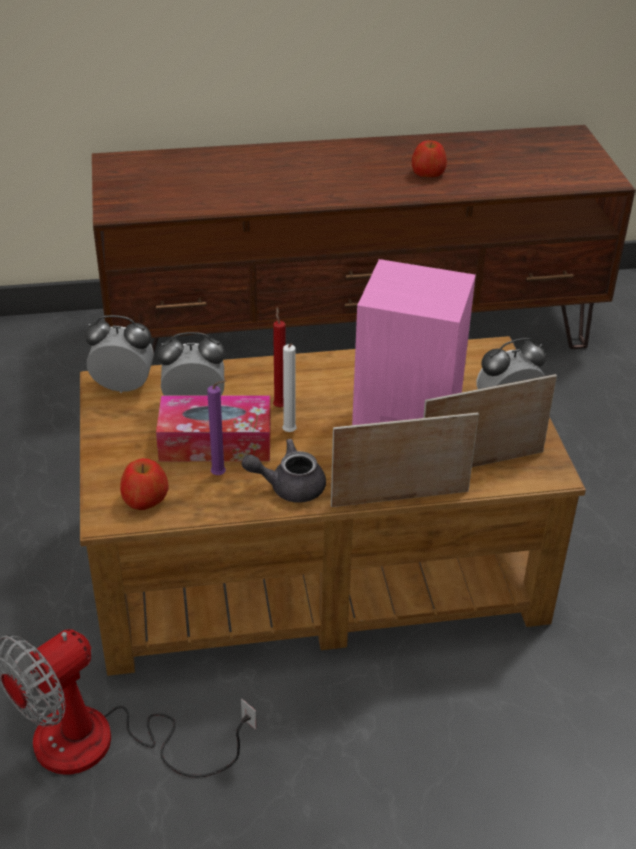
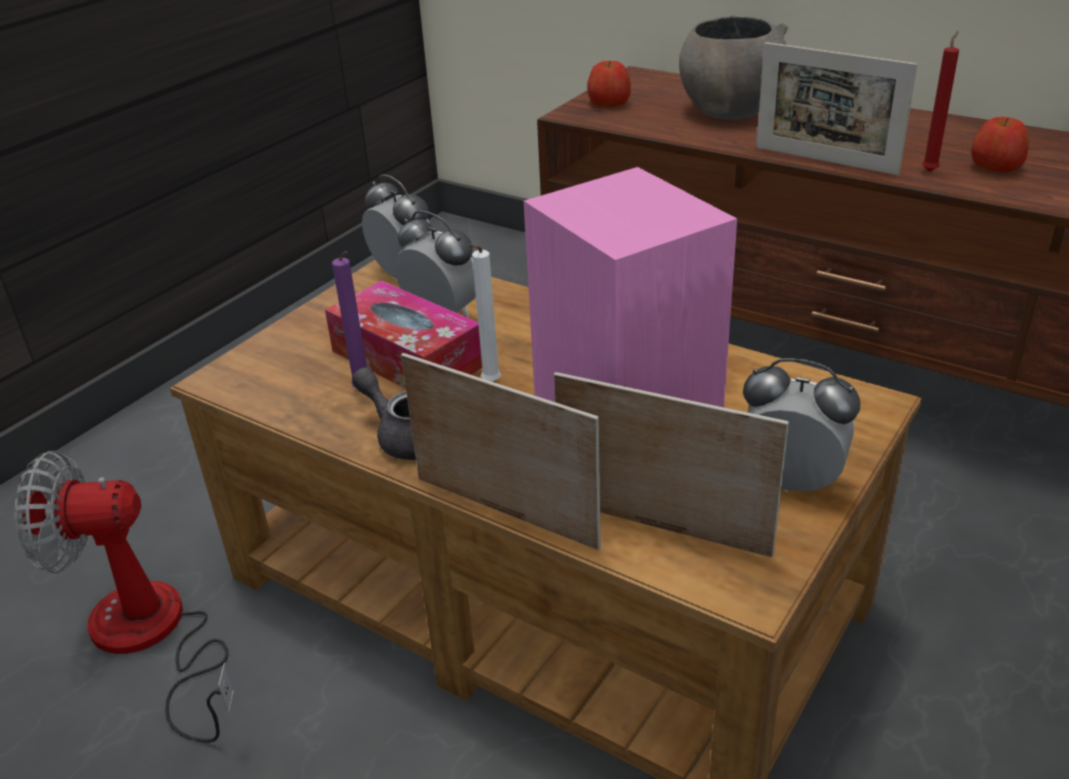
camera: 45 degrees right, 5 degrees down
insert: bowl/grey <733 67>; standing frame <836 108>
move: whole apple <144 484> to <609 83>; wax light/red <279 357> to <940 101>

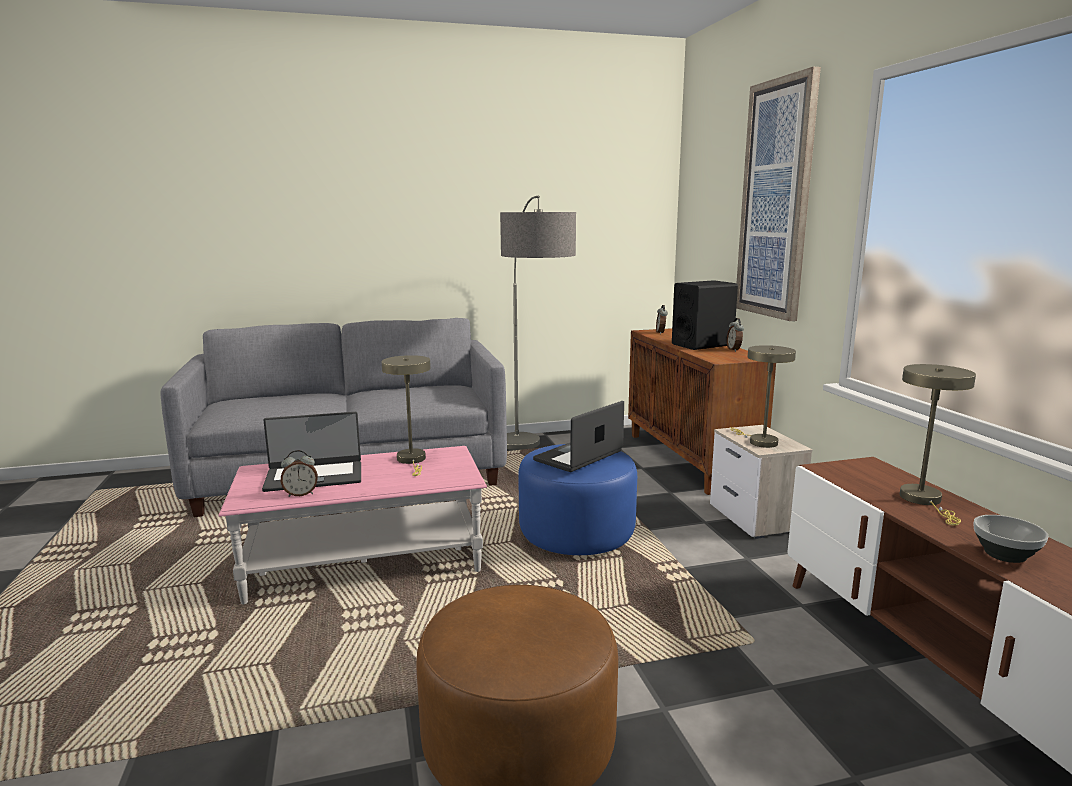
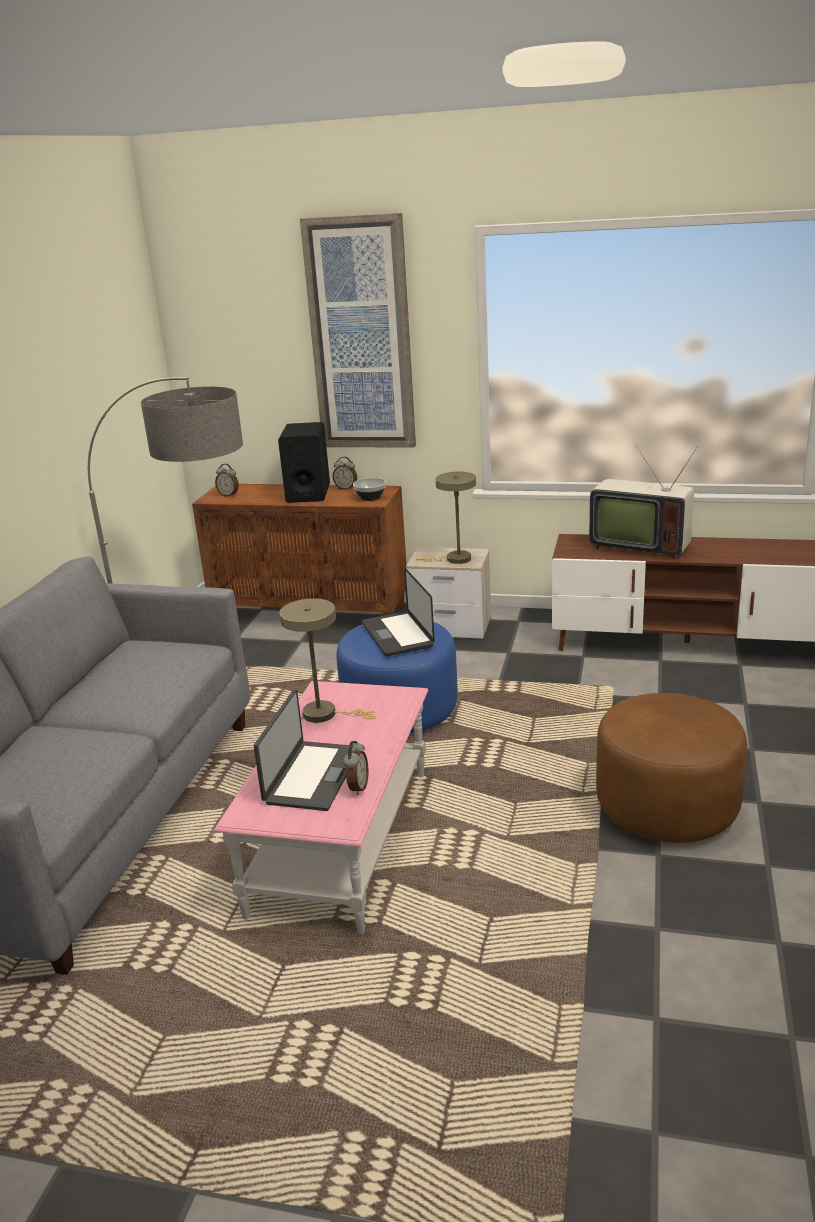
camera: 60 degrees left, 10 degrees up
move: bowl <1010 539> to <369 489>
replace: lamp for a table/beige-coloured <938 445> to TV set <643 502>

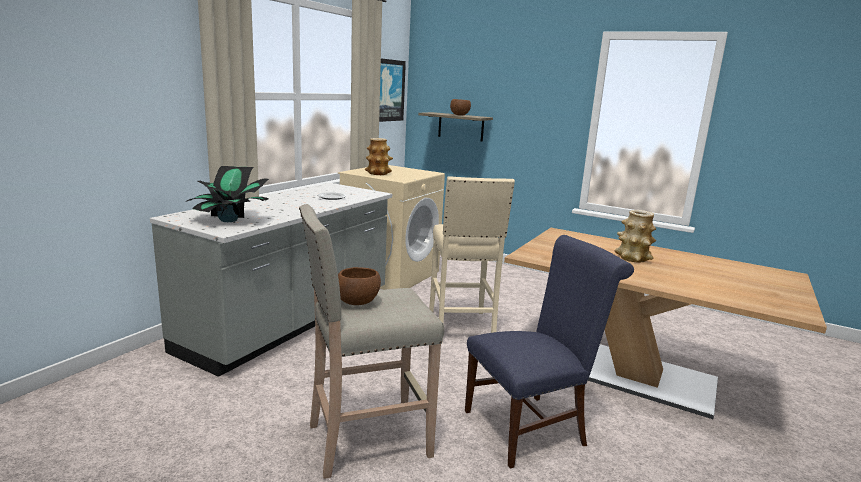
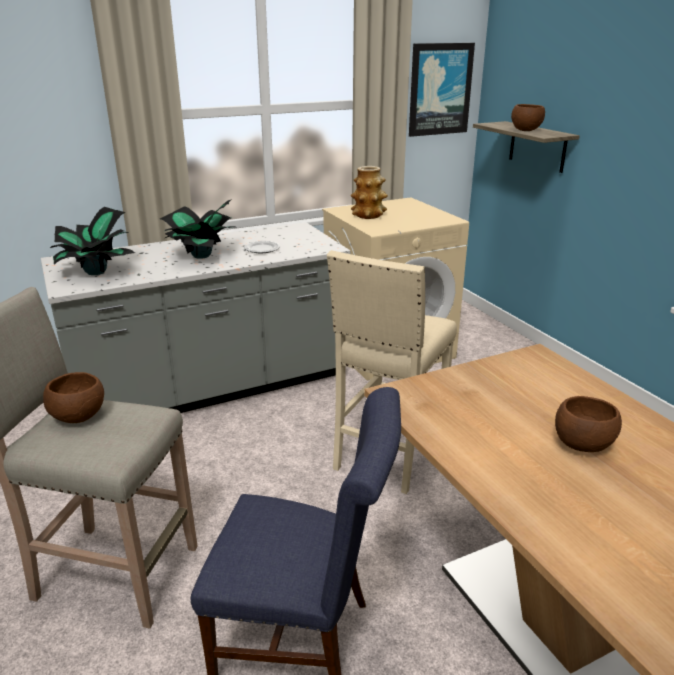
camera: 35 degrees right, 10 degrees up
insert: plant in a pot <199 229>
replace: vase <635 236> to bowl/brown-coloured <588 424>

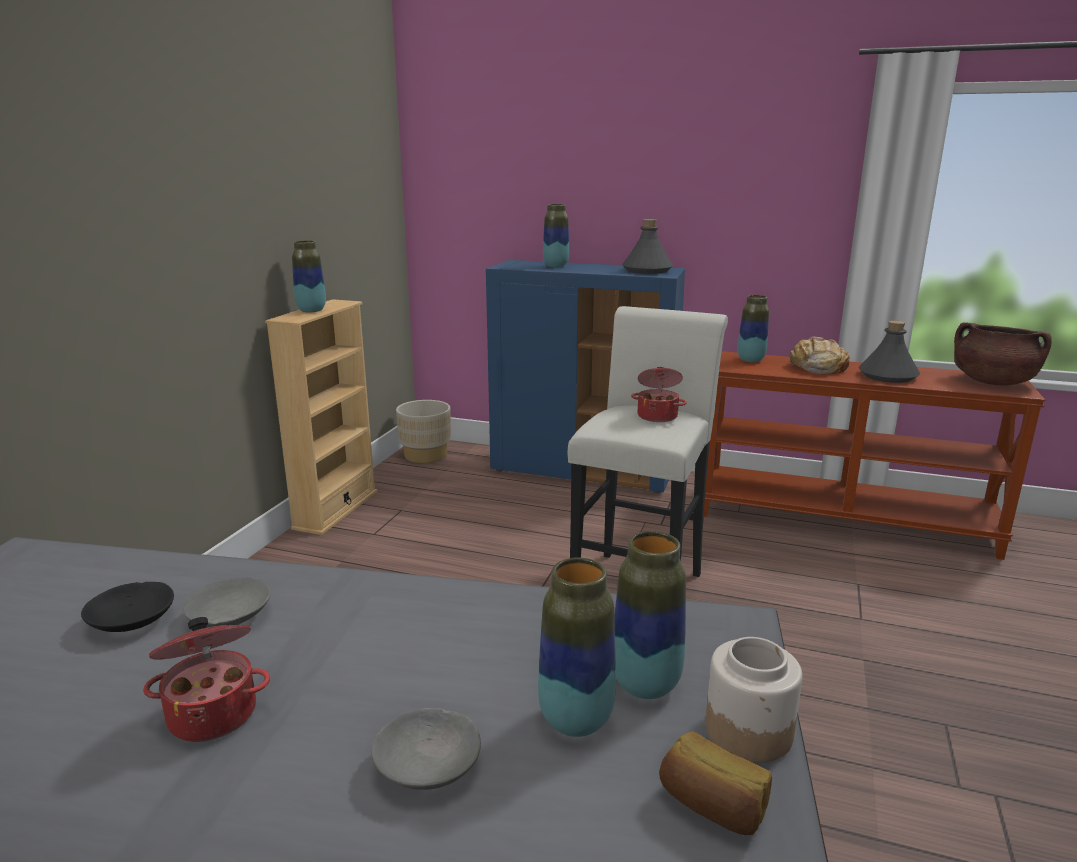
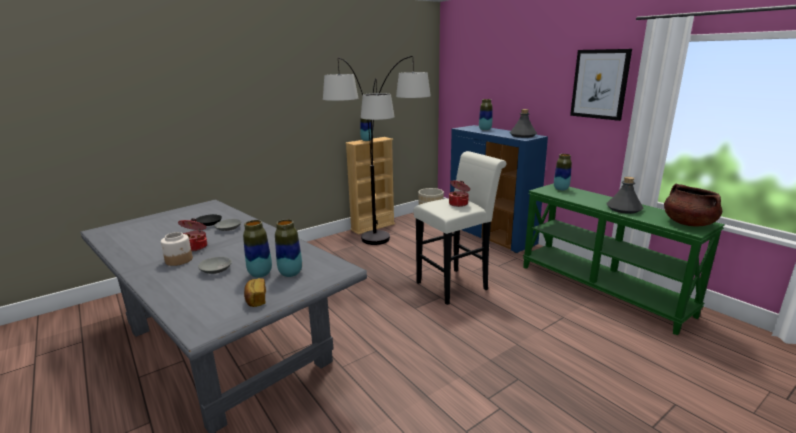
camera: 35 degrees right, 0 degrees up
delete: bakery bread <819 356>
insert: standing lamp <377 150>; wall art <601 85>
move: storage jar <754 699> to <177 249>
recolor: narrow table/brown-coloured <875 455> to narrow table/green-coloured <624 259>

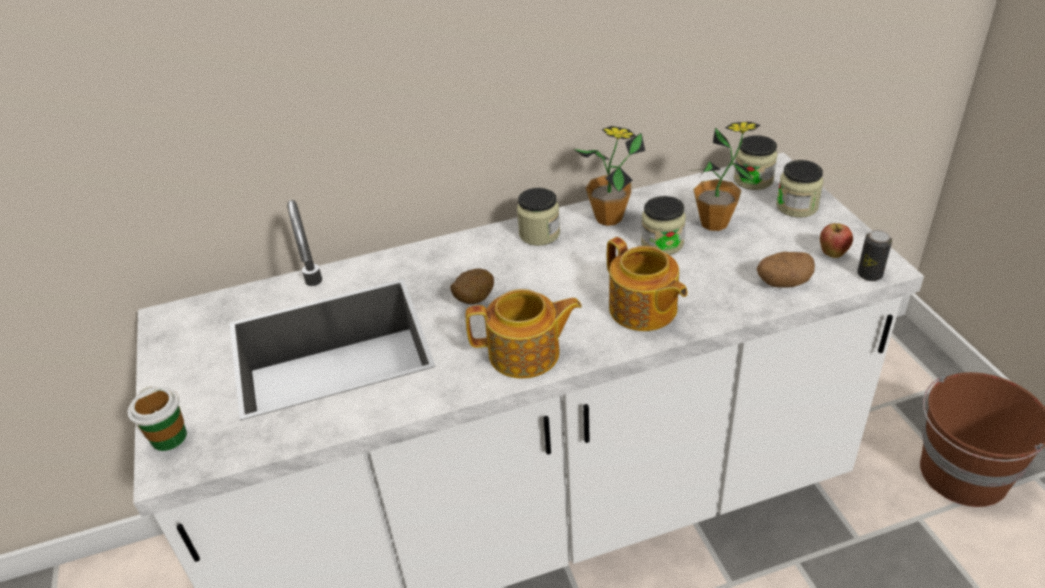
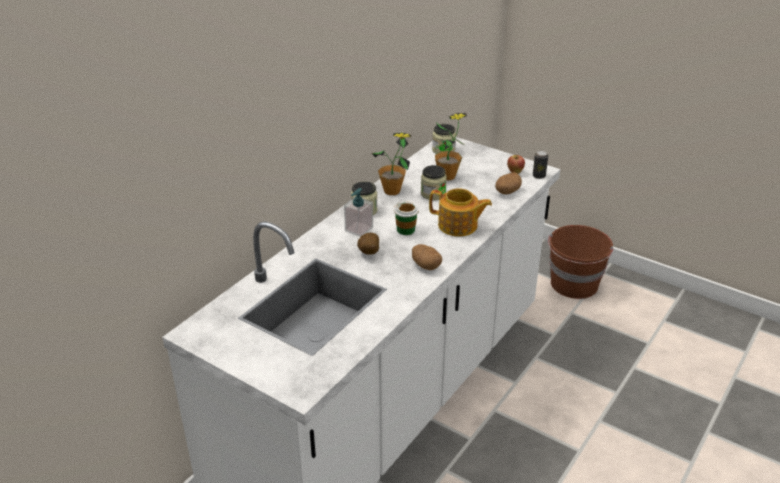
camera: 40 degrees left, 5 degrees down
delete: storage jar <800 189>
insert: soap bottle <358 212>
move: cup <157 418> to <406 218>
replace: teapot <523 334> to potato <427 257>

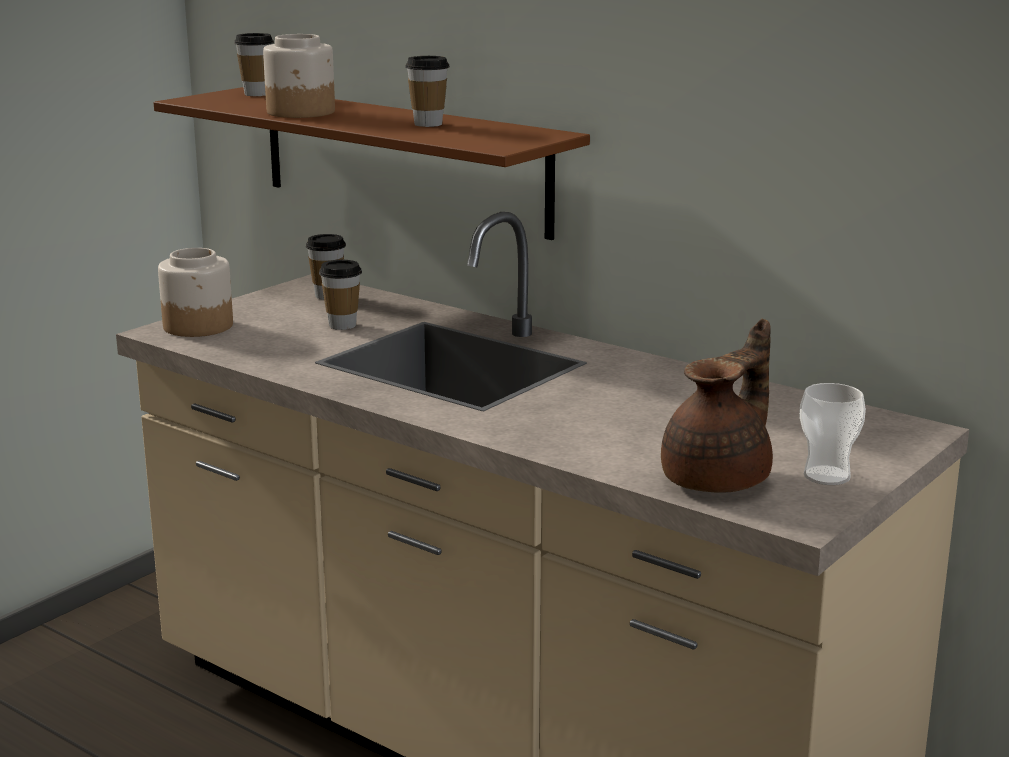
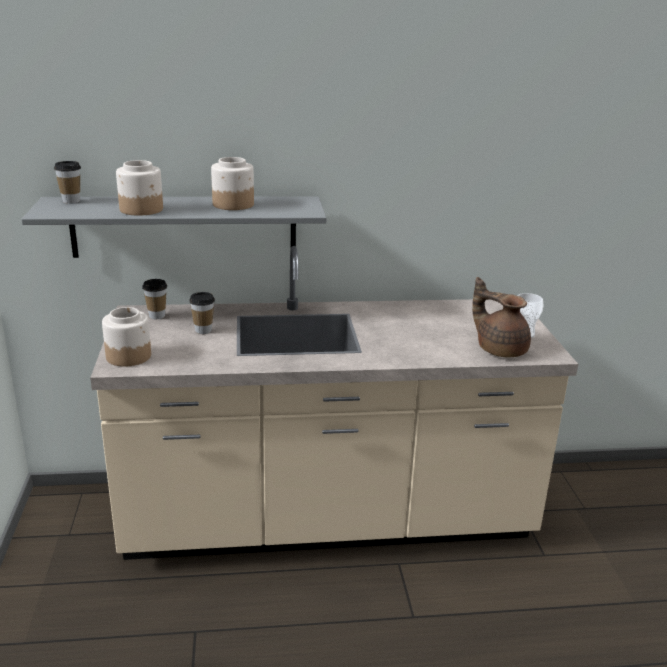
camera: 45 degrees left, 5 degrees up
replace: cup <427 91> to storage jar <232 183>
recolor: shelf/brown-coloured <372 163> to shelf/grey <174 227>
rotate: teapot/brown-coloured <717 406> = <501 317> 45 degrees counterclockwise

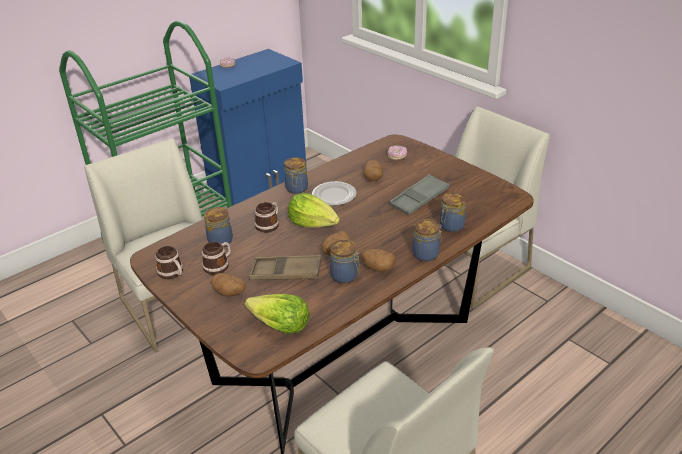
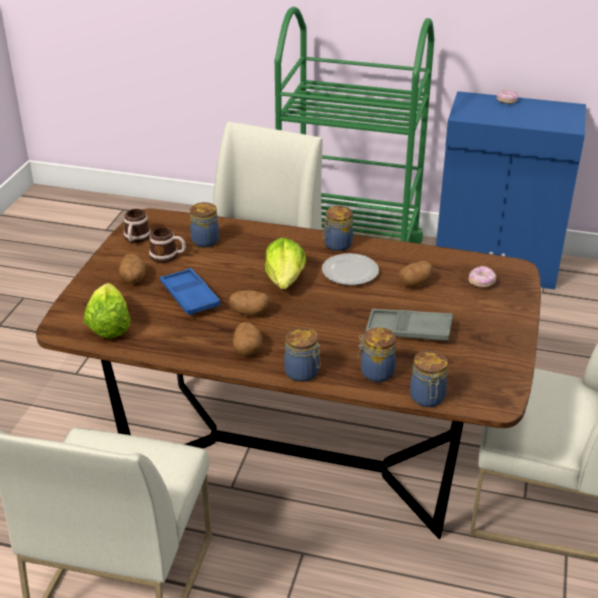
camera: 55 degrees right, 0 degrees up
delete: tea mug <267 217>
move: storage jar <345 262> to <429 378>
recolor: carrying tray/brown-coloured <285 267> to carrying tray/blue-coloured <190 291>

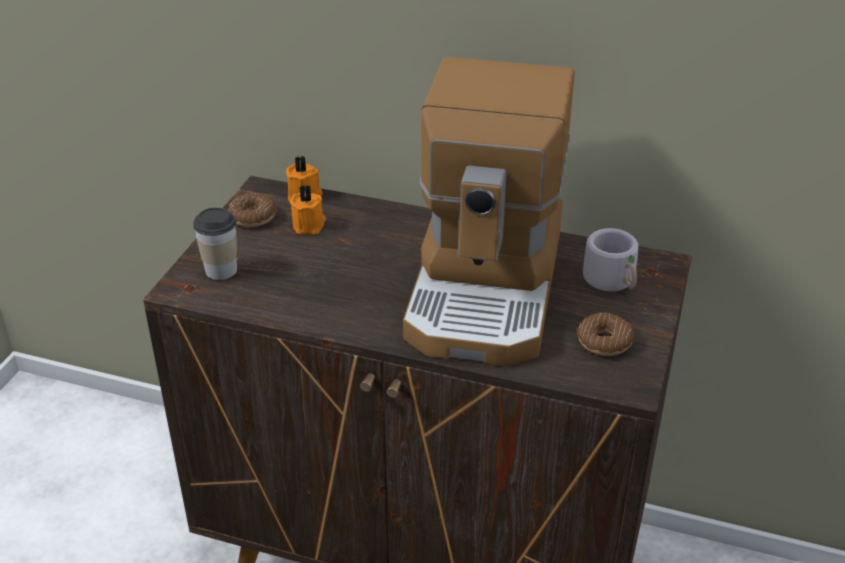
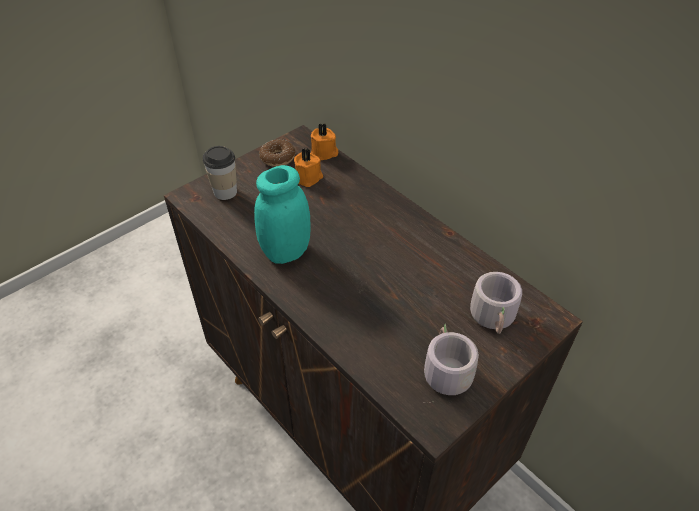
camera: 30 degrees right, 10 degrees up
delete: coffee machine <489 212>
insert: storage jar/blue-green <282 214>
replace: donut <605 334> to tea mug/grey <451 363>

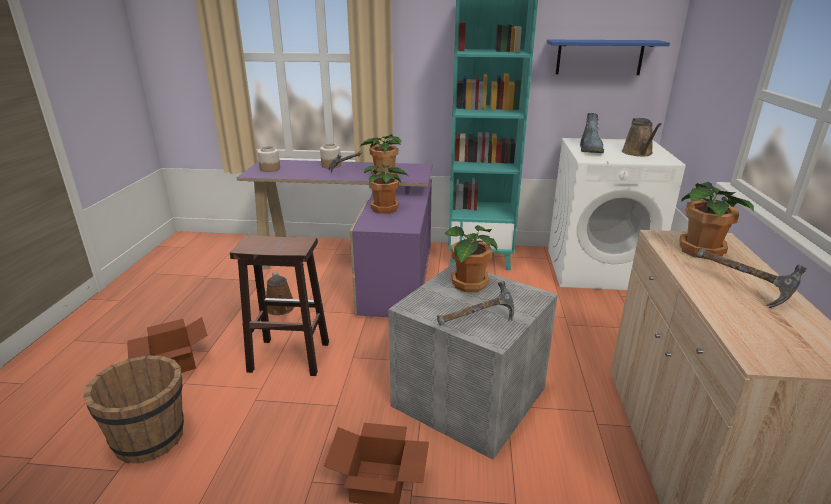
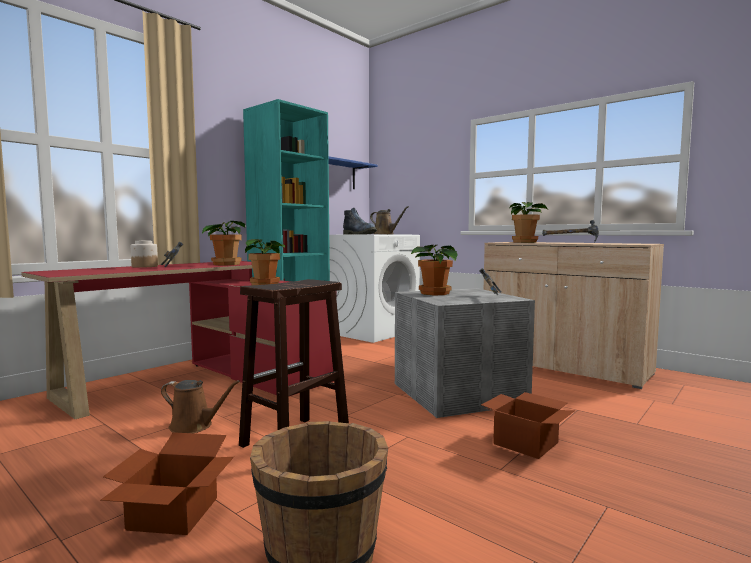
camera: 55 degrees left, 20 degrees down
delete: storage jar <268 159>
recolor: desk/purple-coloured <334 238> to desk/red <179 340>

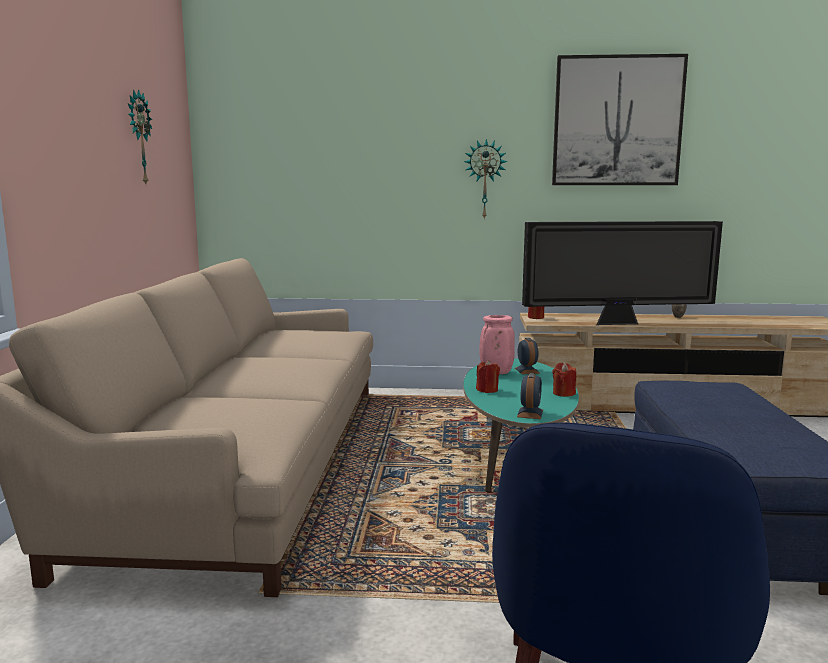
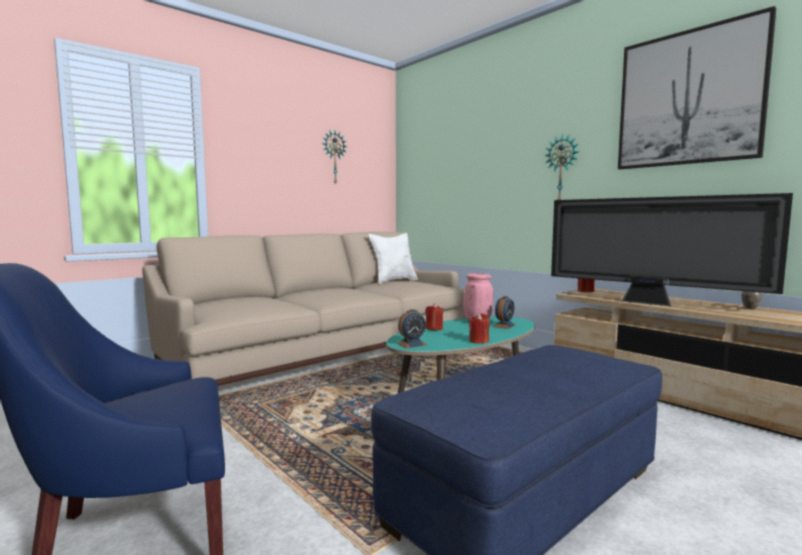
camera: 45 degrees right, 5 degrees down
insert: cushion/white-coloured <393 258>

